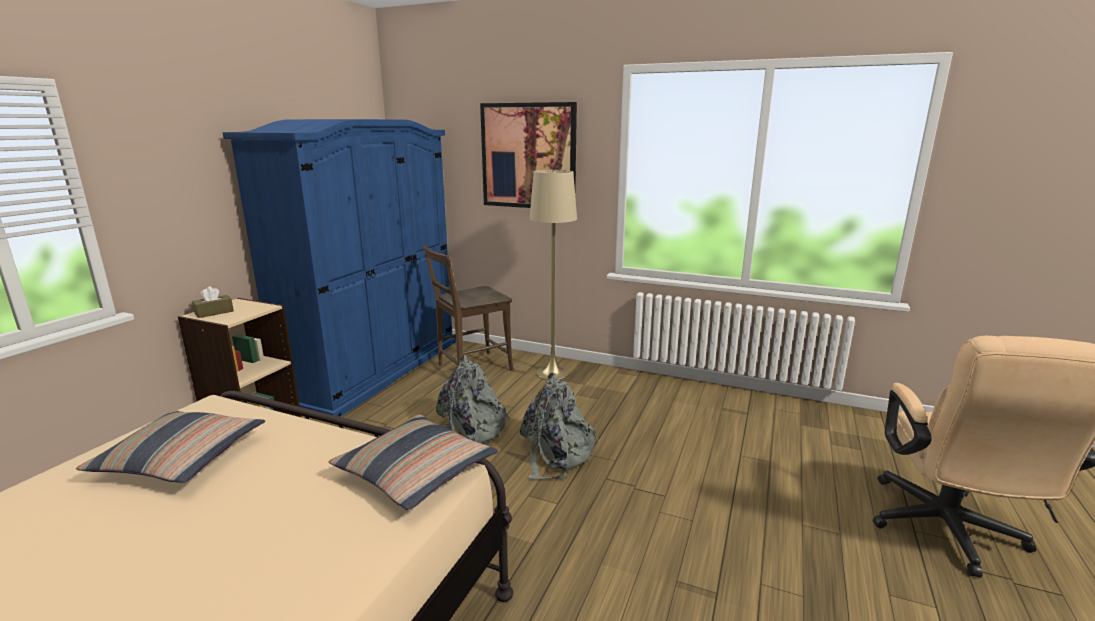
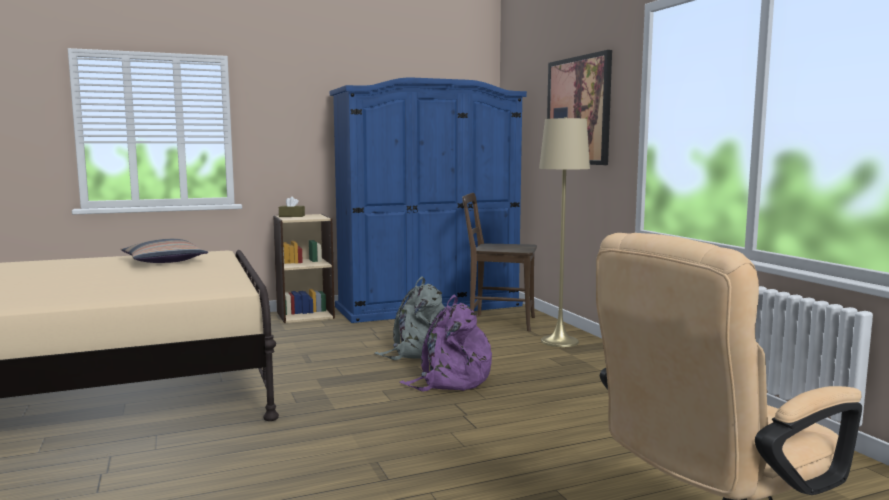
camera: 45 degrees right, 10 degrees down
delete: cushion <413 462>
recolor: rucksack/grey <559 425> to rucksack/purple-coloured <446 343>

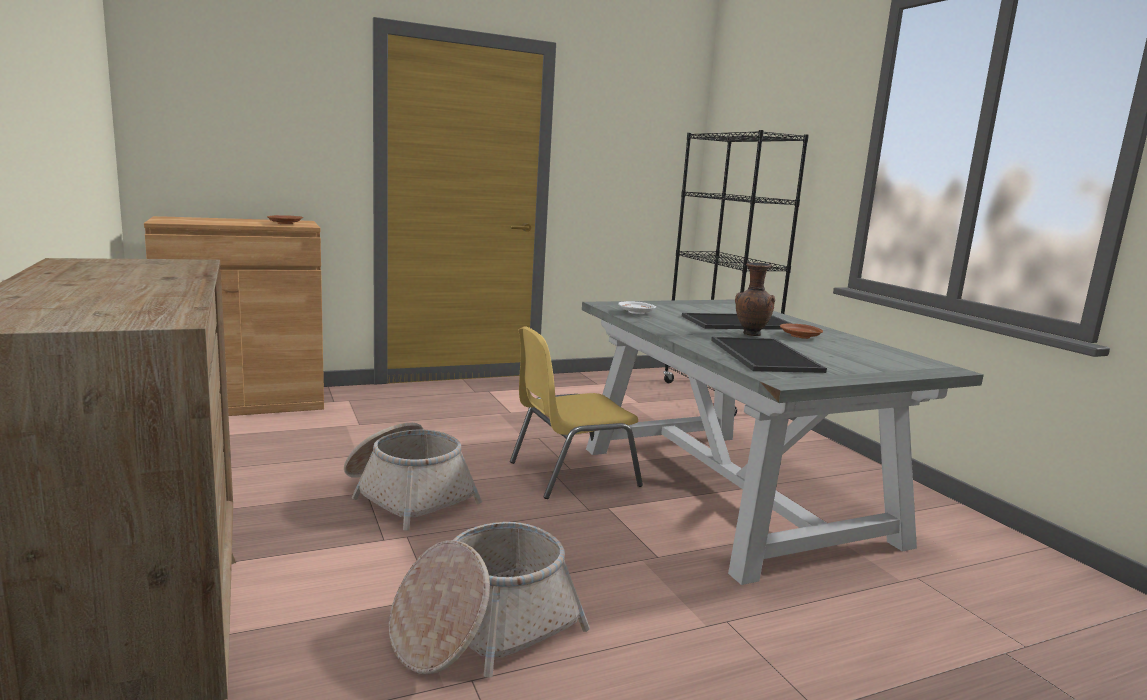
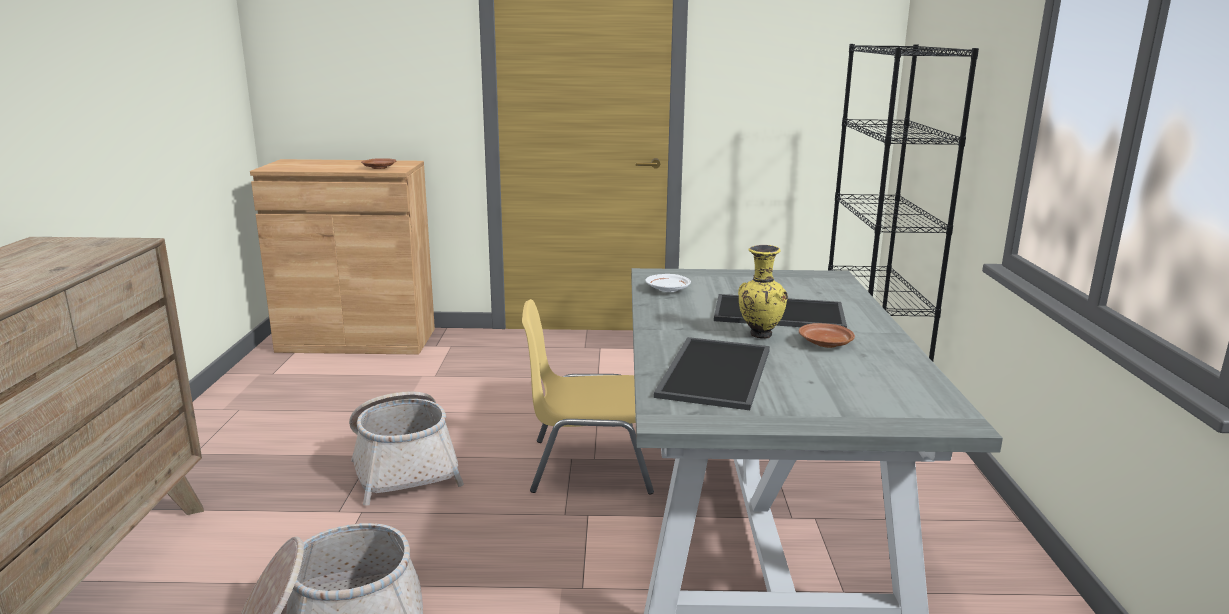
camera: 25 degrees right, 5 degrees up
recolor: vase/brown-coloured <755 299> to vase/yellowish <763 292>

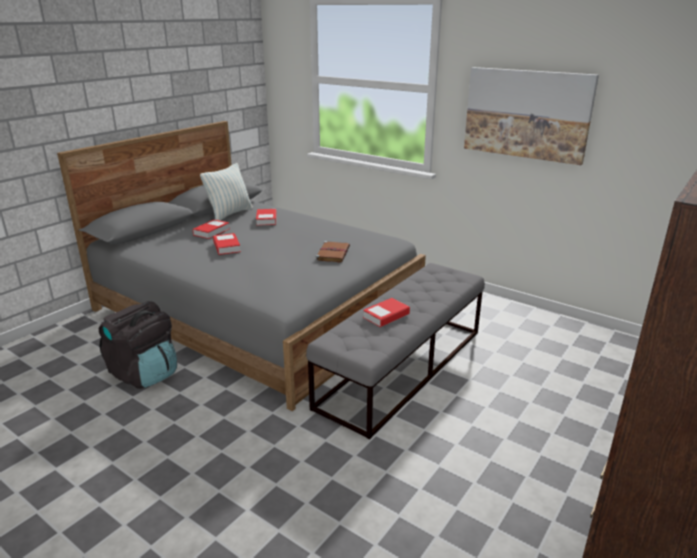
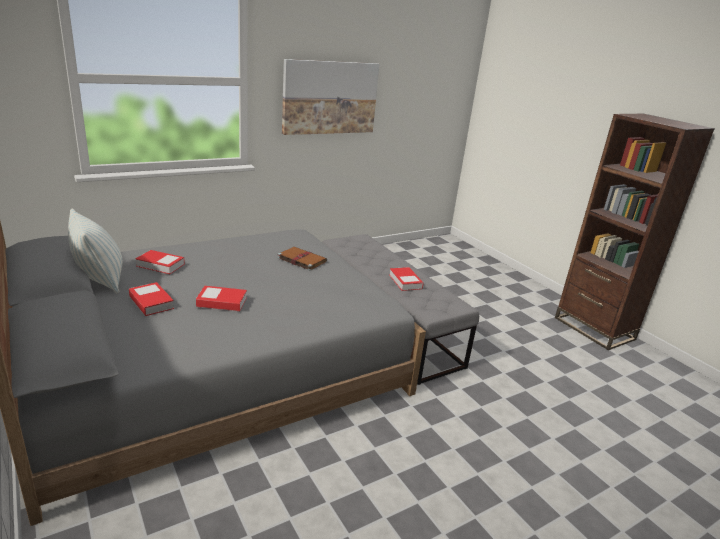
camera: 70 degrees left, 0 degrees up
delete: rucksack/black <138 345>

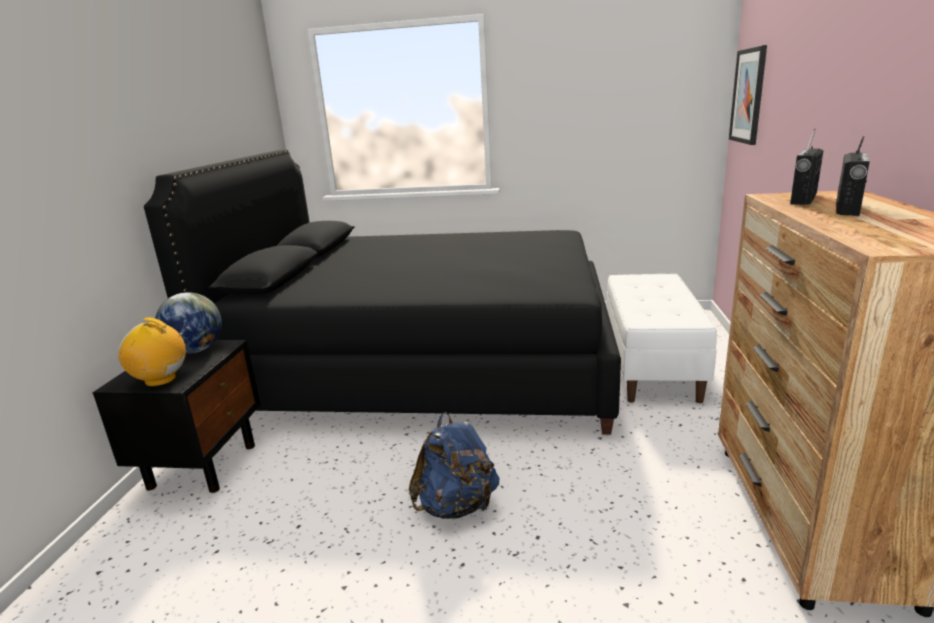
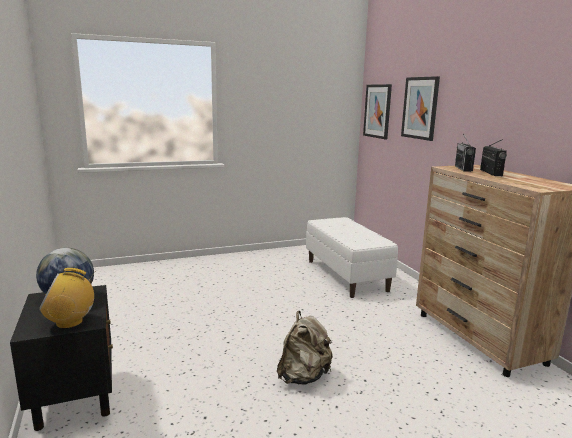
camera: 30 degrees left, 5 degrees down
delete: sleeping bed/black <382 292>
insert: wall art <420 108>
recolor: rucksack/blue-coloured <454 465> to rucksack/beige-coloured <305 348>

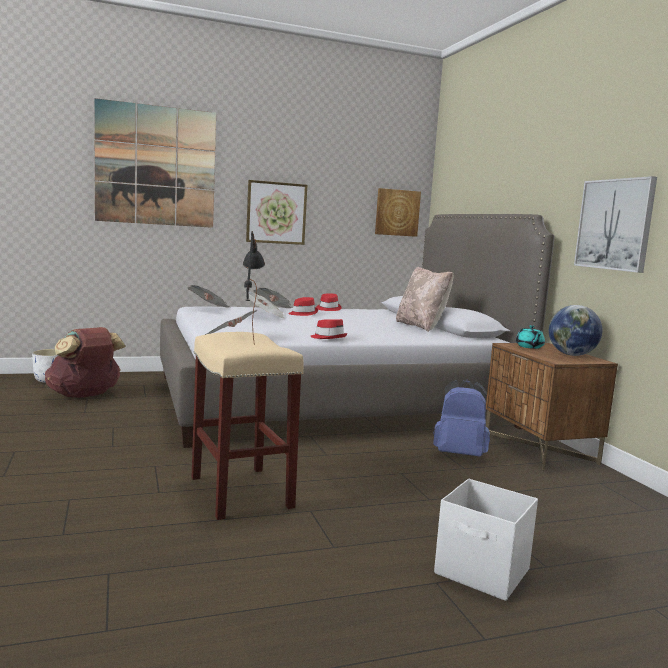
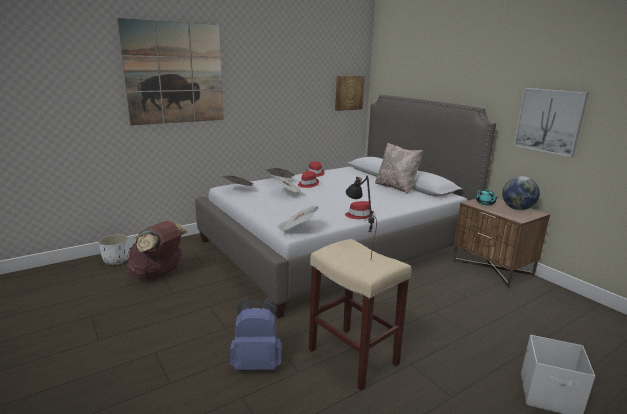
camera: 15 degrees left, 10 degrees up
delete: wall art <277 212>
move: rucksack/blue-coloured <461 418> to <255 334>

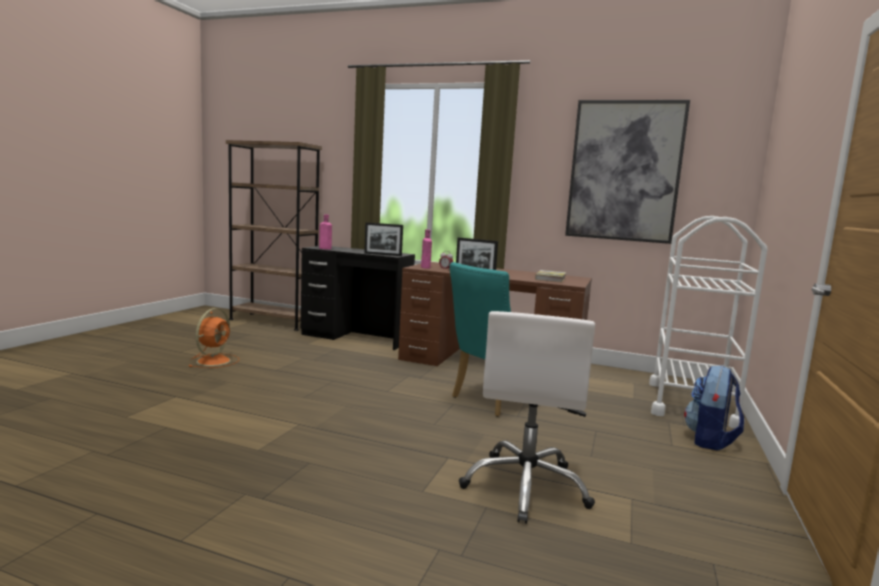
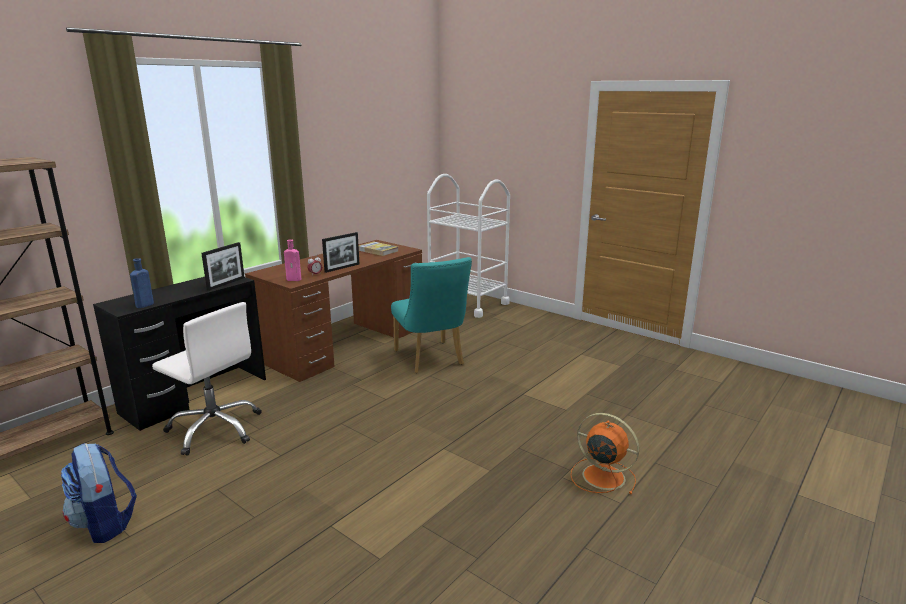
camera: 70 degrees left, 10 degrees up
delete: wall art <627 172>
move: fan/orange <214 338> to <605 454>; desk chair/white-coloured <527 417> to <207 379>; rucksack <714 407> to <99 493>
recolor: bottle/pink-coloured <325 232> to bottle/blue-coloured <142 283>

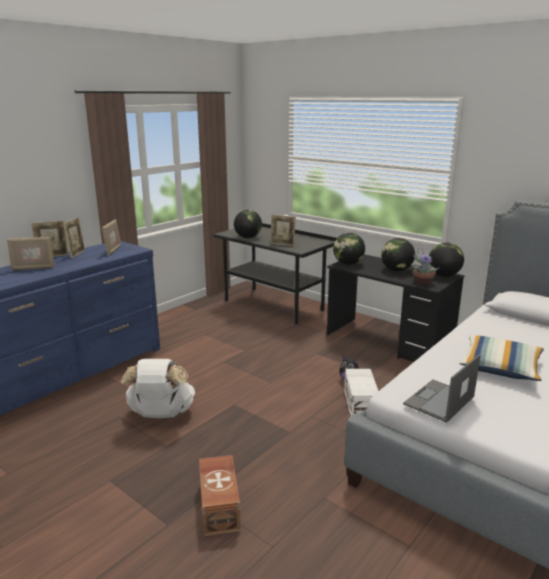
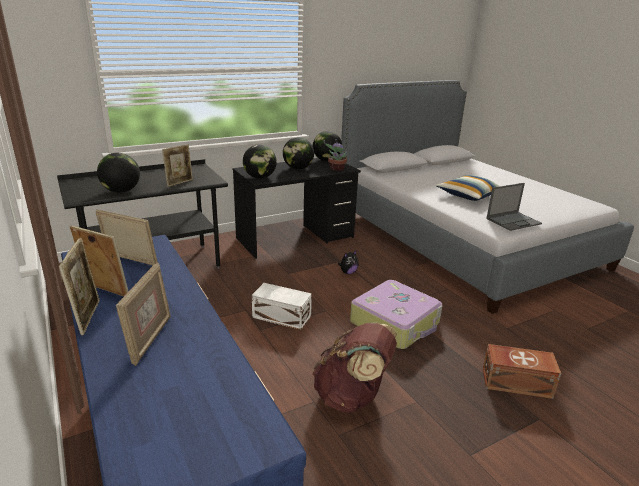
camera: 70 degrees left, 5 degrees up
insert: travel case <396 314>
move: storage bin/white-coloured <361 392> to <282 306>
recolor: rucksack/white-coloured <158 388> to rucksack/brown-coloured <354 367>
rotate: portable computer <442 388> = <514 207> 90 degrees counterclockwise

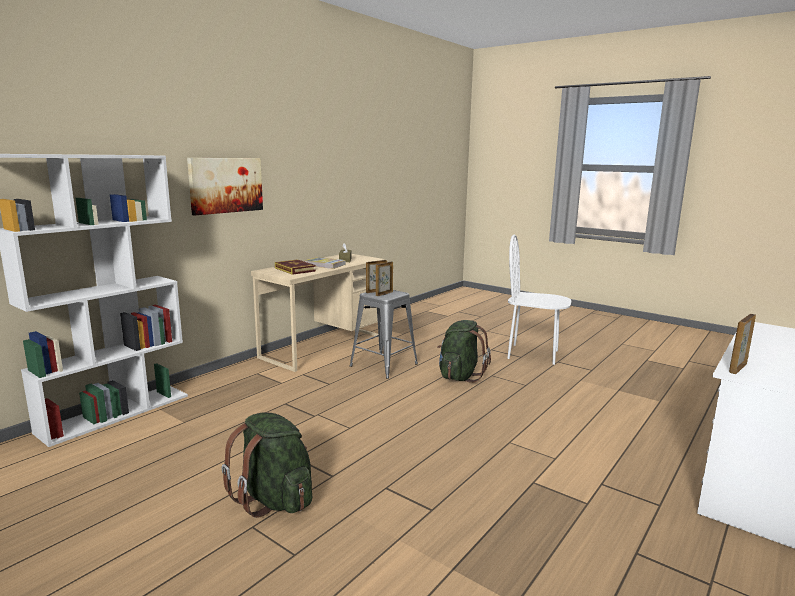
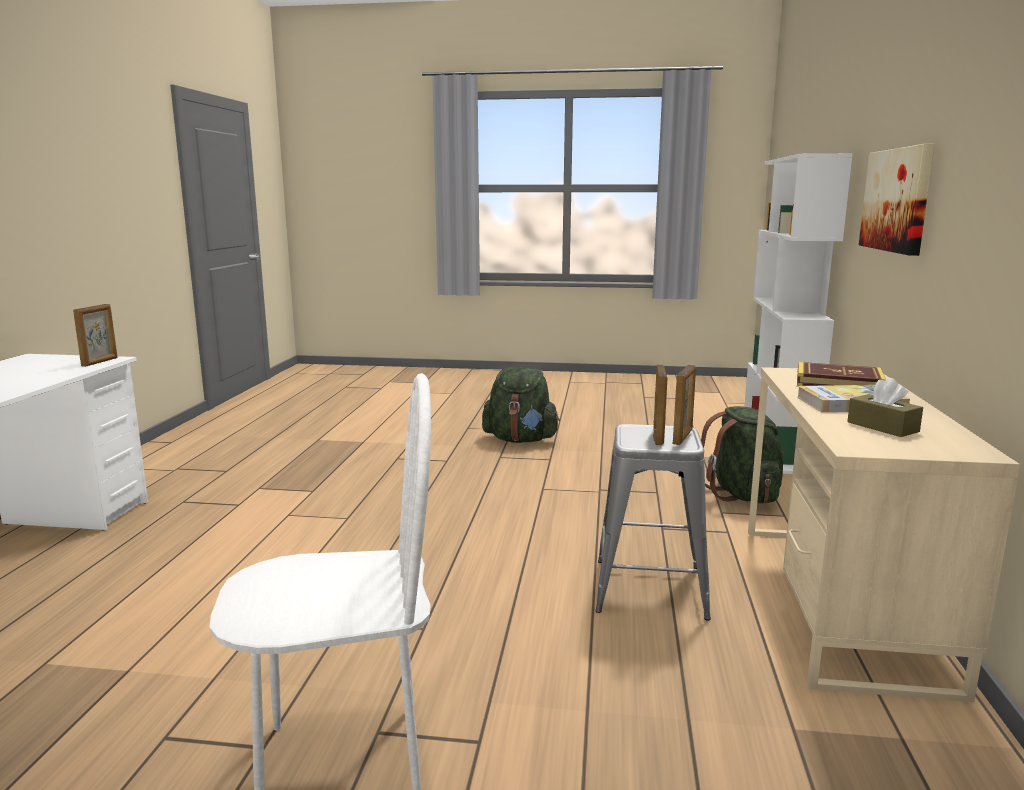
camera: 150 degrees right, 0 degrees up
move: rucksack/green-coloured <464 351> to <742 455>

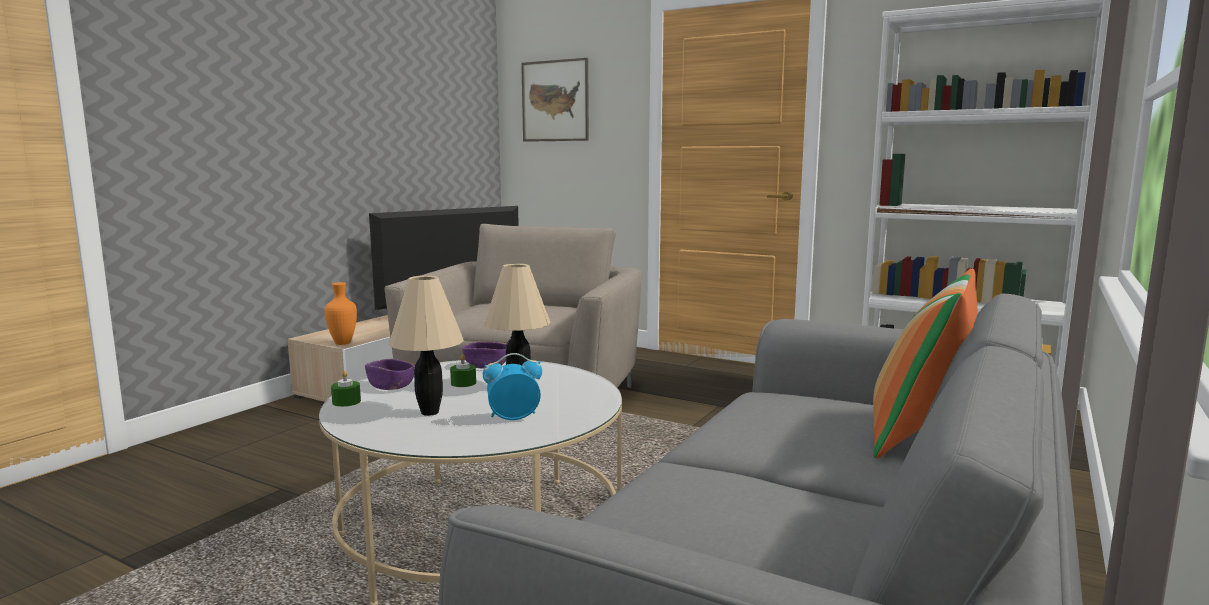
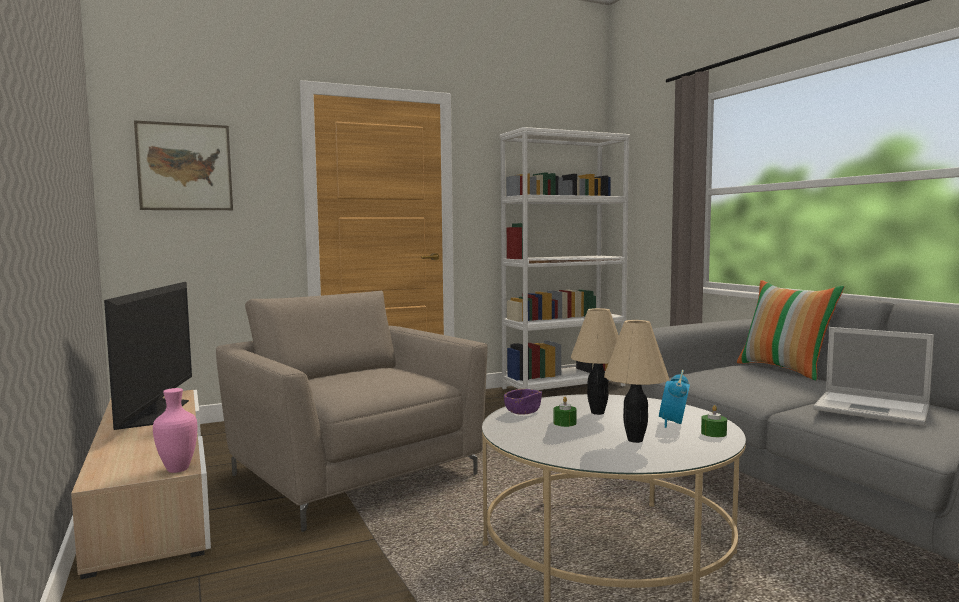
camera: 55 degrees left, 5 degrees down
delete: bowl/purple-coloured <389 374>
insert: portable computer <873 376>
move: wax light/green-coloured <346 389> to <714 421>
recolor: vase/orange <341 313> to vase/pink-coloured <175 430>

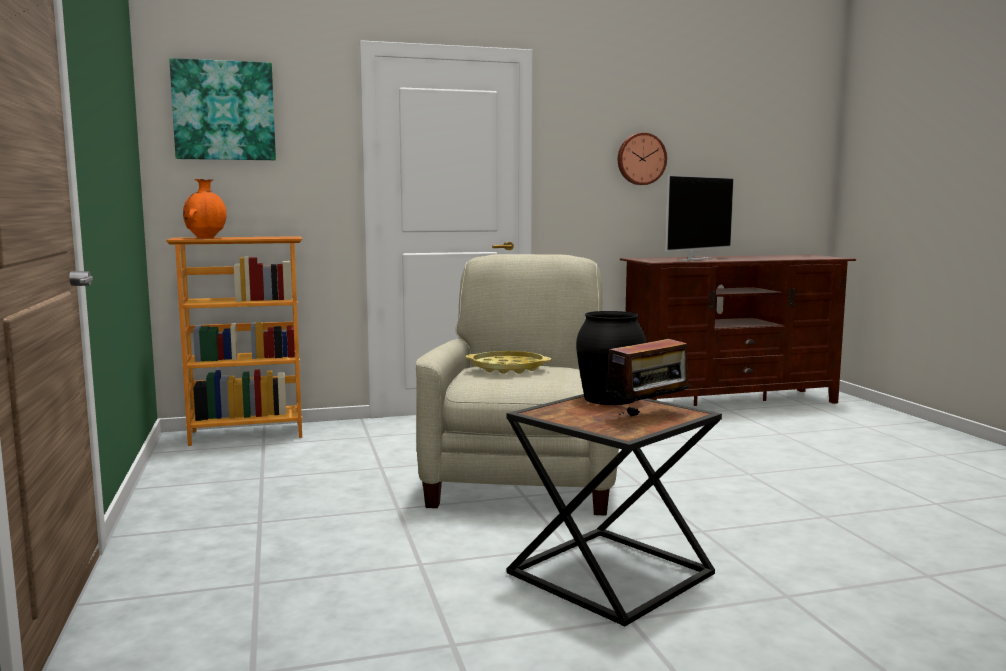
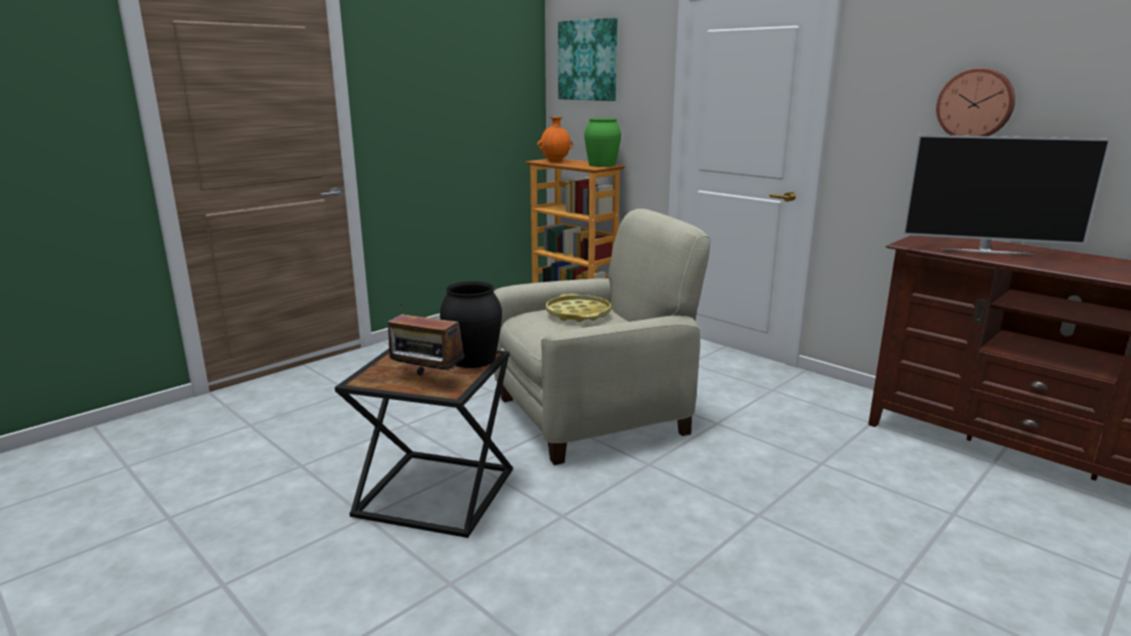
camera: 60 degrees right, 10 degrees up
insert: vase/green-coloured <603 142>

